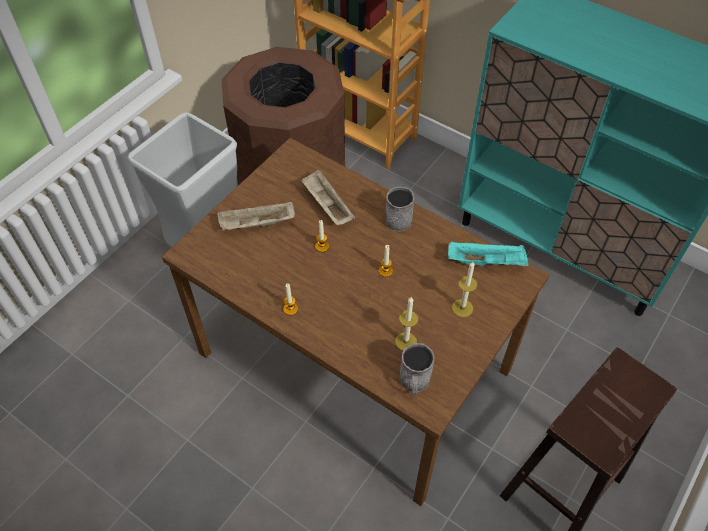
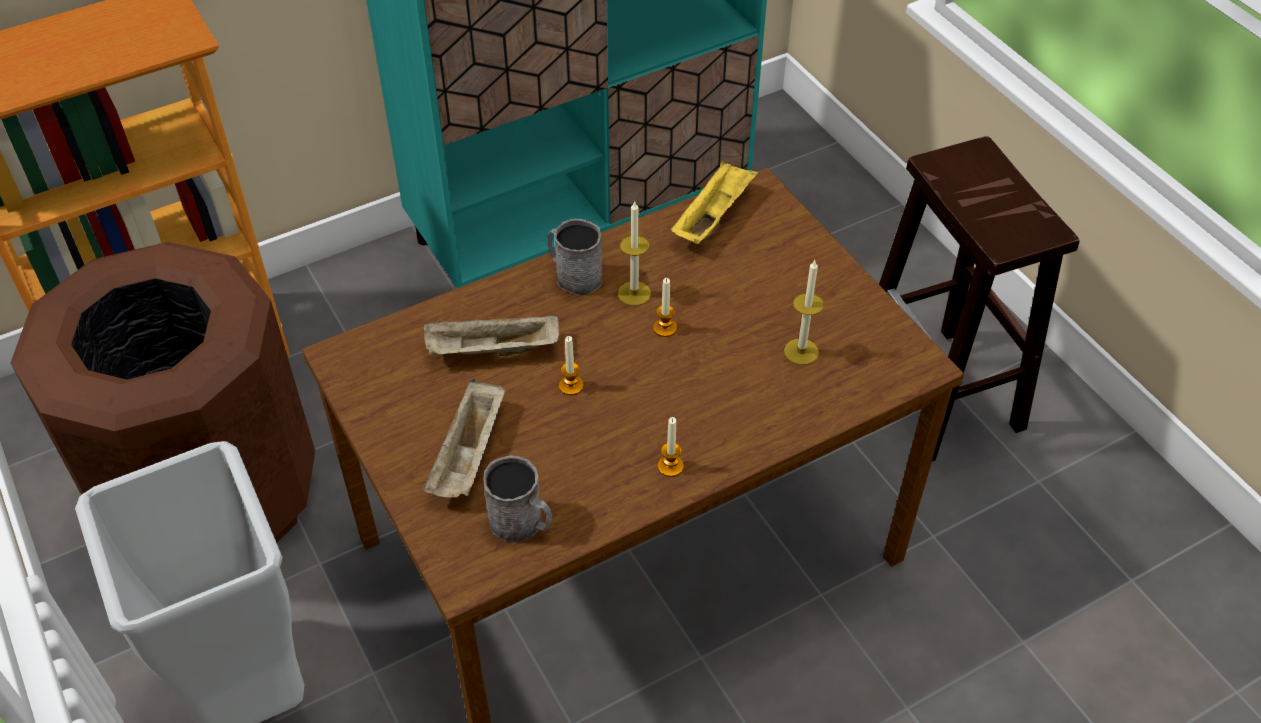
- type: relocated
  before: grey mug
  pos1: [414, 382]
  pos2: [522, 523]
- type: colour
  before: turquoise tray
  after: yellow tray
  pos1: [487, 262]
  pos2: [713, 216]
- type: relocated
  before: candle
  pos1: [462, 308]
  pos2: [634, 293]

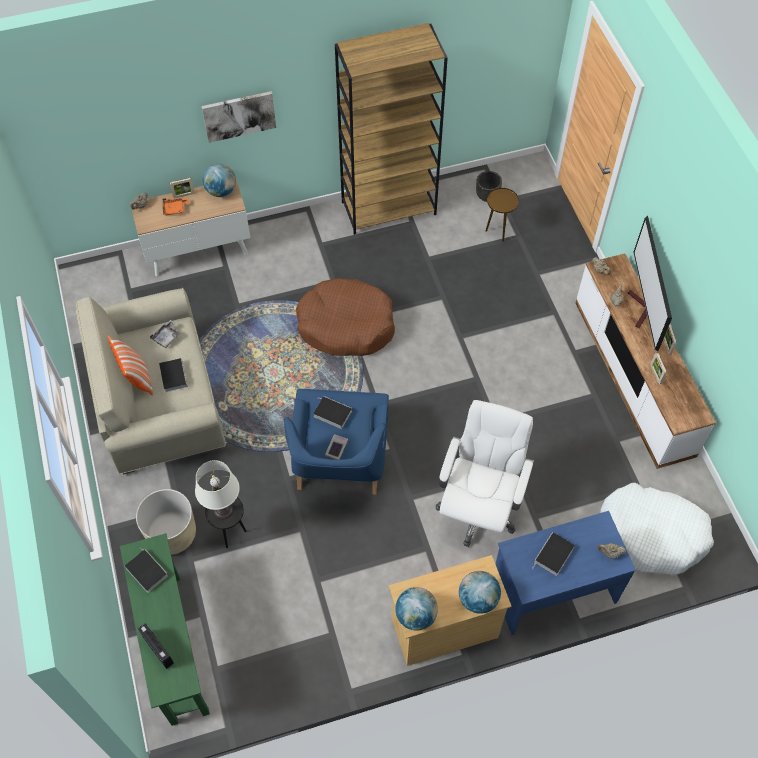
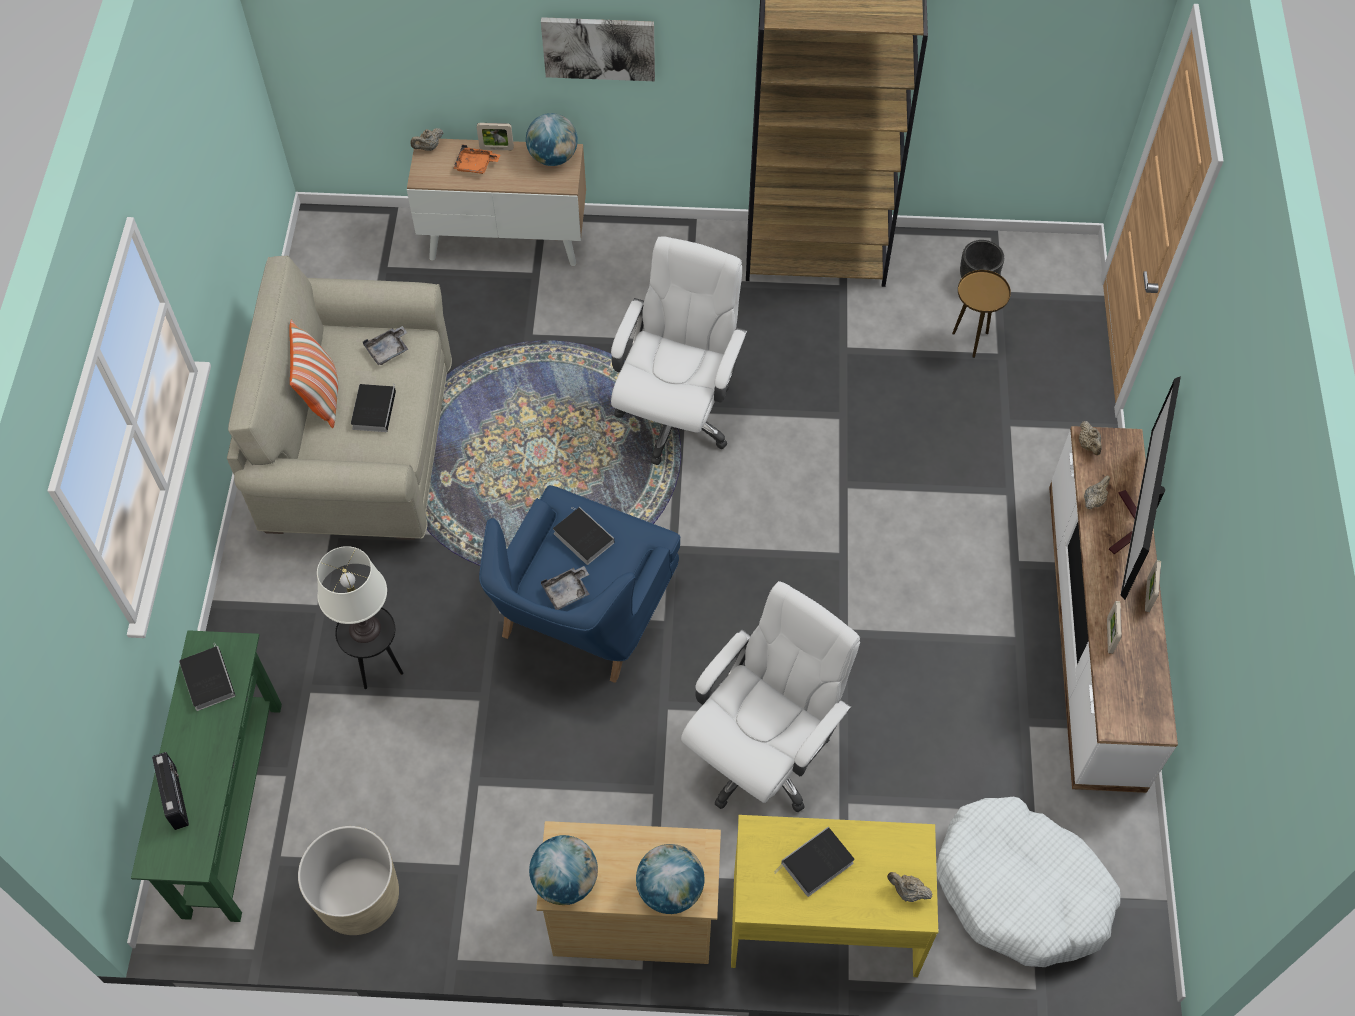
- type: relocated
  before: beige planter
  pos1: [172, 534]
  pos2: [359, 897]
- type: exchanged
  before: brown dog bed
  after: white office chair
  pos1: [346, 325]
  pos2: [676, 414]
- type: exchanged
  before: book
  after: grey tray
  pos1: [336, 448]
  pos2: [567, 592]
- type: colour
  before: blue desk
  after: yellow desk
  pos1: [552, 590]
  pos2: [823, 921]

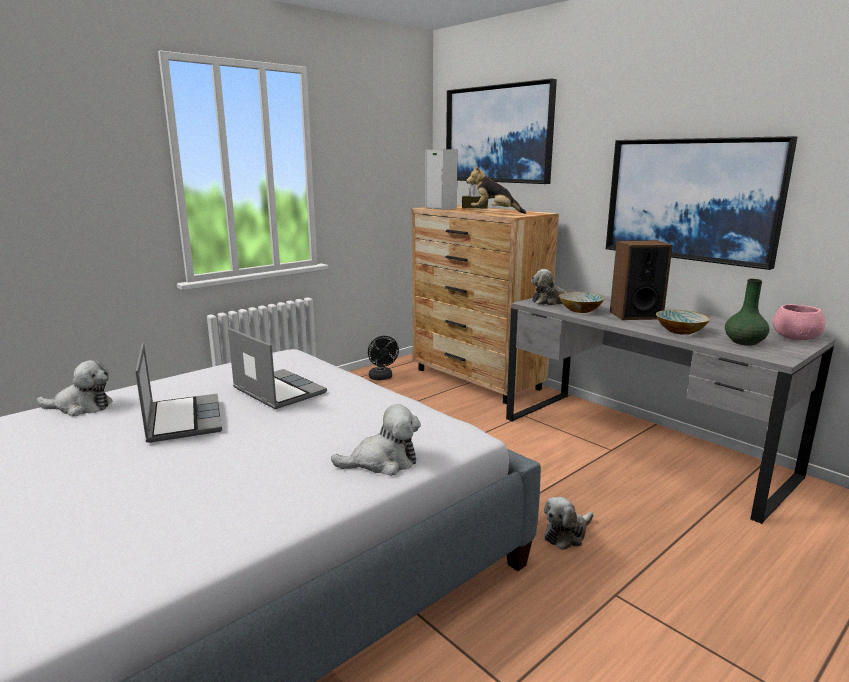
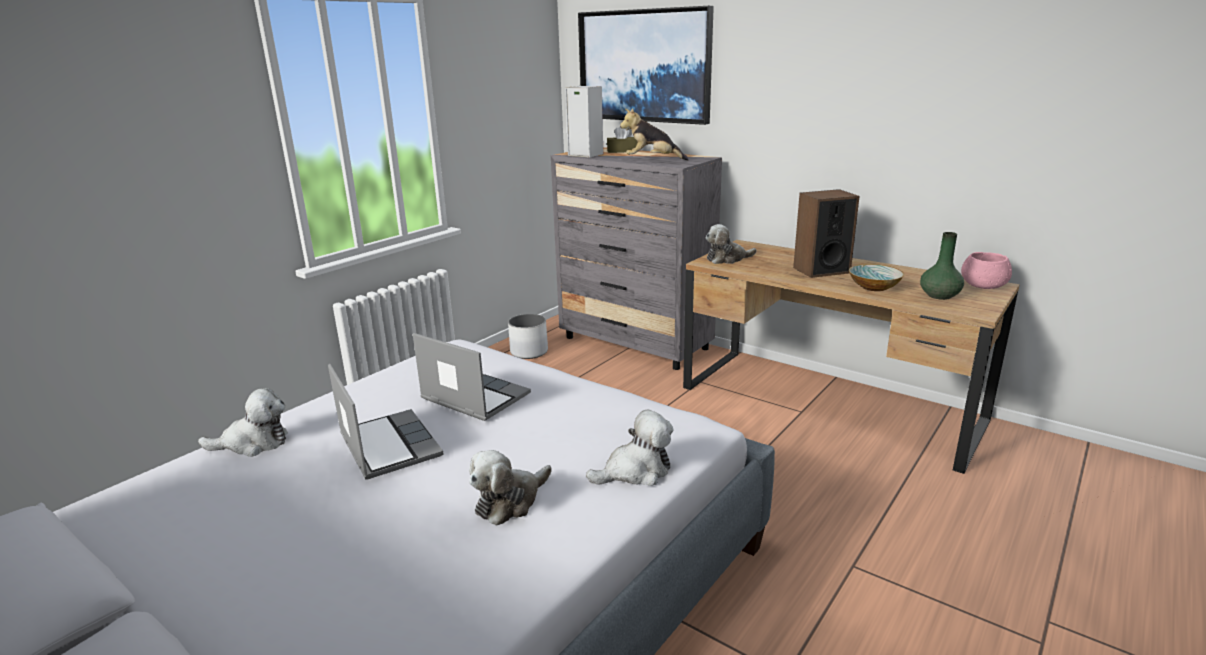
- type: exchanged
  before: black fan
  after: white planter
  pos1: [382, 378]
  pos2: [529, 352]
- type: colour
  before: brown dresser
  after: grey dresser
  pos1: [477, 379]
  pos2: [635, 343]
- type: colour
  before: grey desk
  after: brown desk
  pos1: [640, 445]
  pos2: [828, 403]
- type: relocated
  before: plush toy
  pos1: [567, 534]
  pos2: [510, 501]
- type: missing
  before: bowl
  pos1: [580, 310]
- type: missing
  before: picture
  pos1: [691, 199]

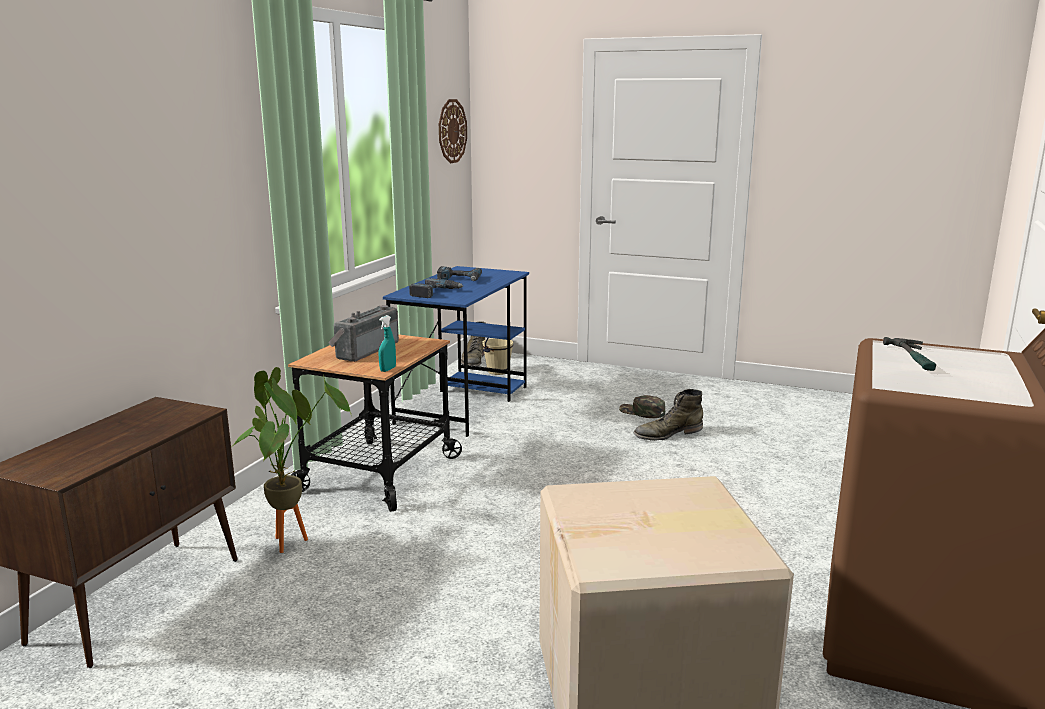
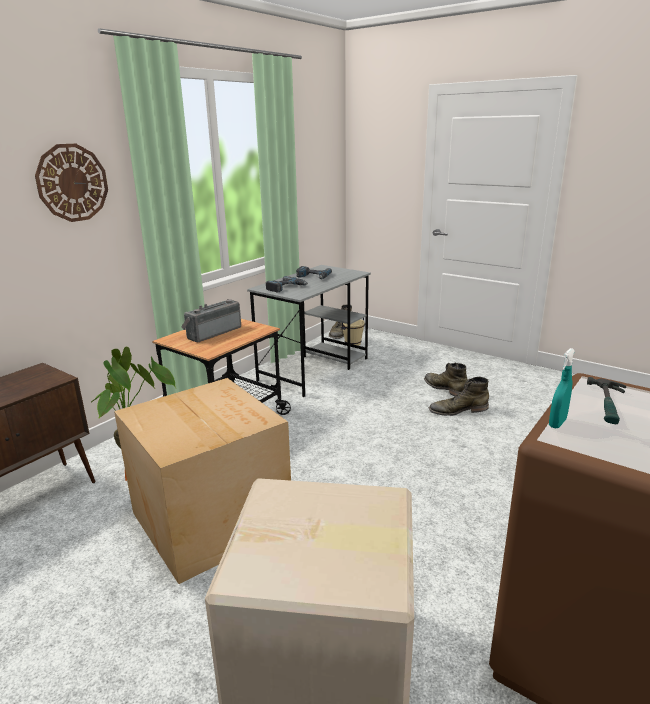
- type: relocated
  before: turquoise spray bottle
  pos1: [388, 369]
  pos2: [557, 423]
- type: colour
  before: blue desk
  after: grey desk
  pos1: [463, 404]
  pos2: [314, 369]
- type: relocated
  before: wall clock
  pos1: [452, 131]
  pos2: [72, 183]
- type: exchanged
  before: green cap
  after: green boot
  pos1: [642, 412]
  pos2: [446, 388]
- type: appeared
  after: cardboard box
  pos2: [212, 518]

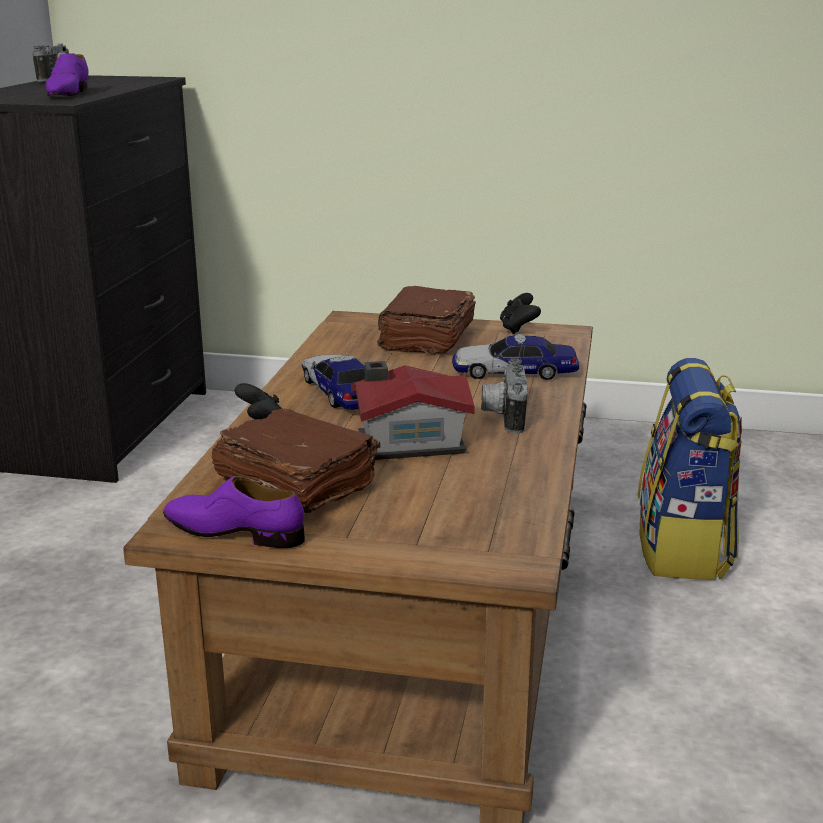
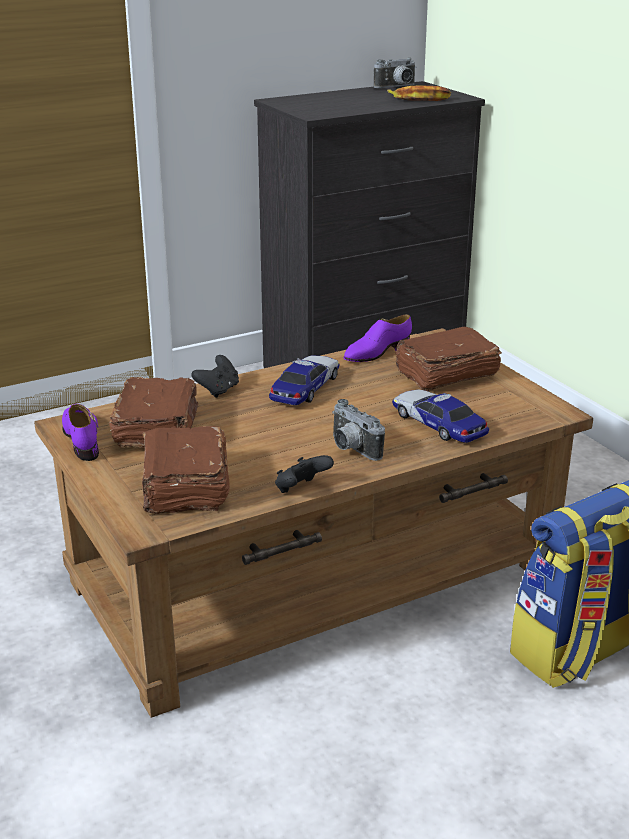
- type: relocated
  before: purple shoe
  pos1: [67, 94]
  pos2: [376, 352]
- type: missing
  before: toy house
  pos1: [407, 442]
- type: spun
  before: photo camera
  pos1: [502, 416]
  pos2: [351, 449]
  turn: -90
- type: relocated
  before: black game controller
  pos1: [518, 329]
  pos2: [301, 490]
- type: appeared
  after: brown book
  pos2: [184, 487]
- type: appeared
  after: banana
  pos2: [419, 99]

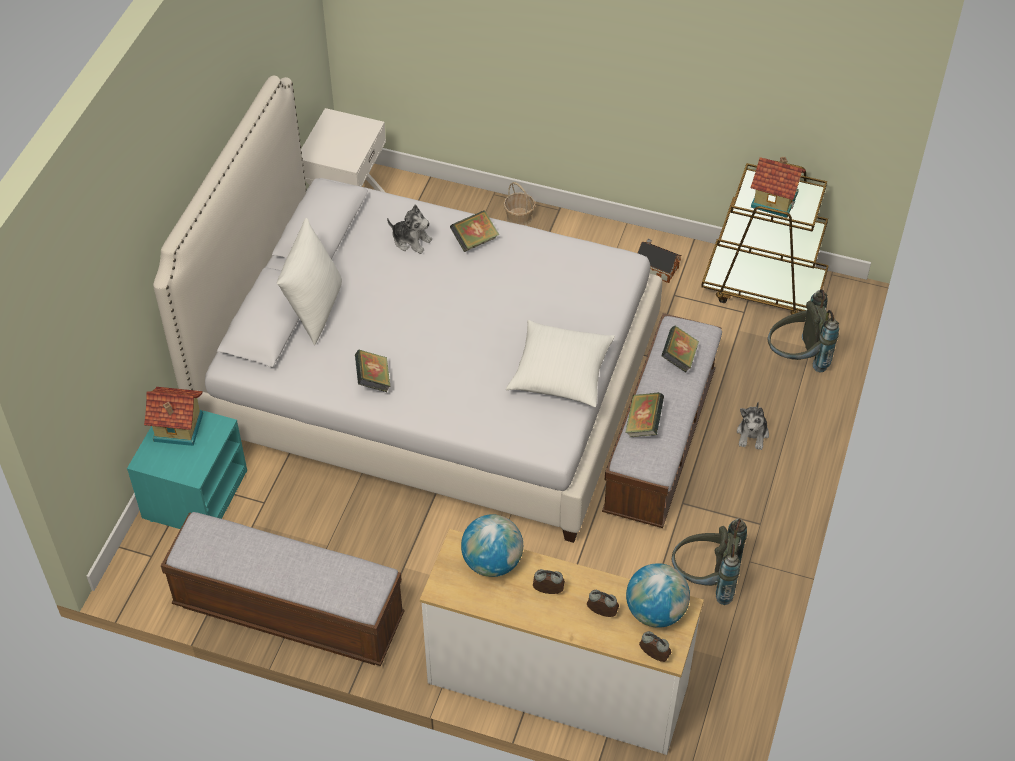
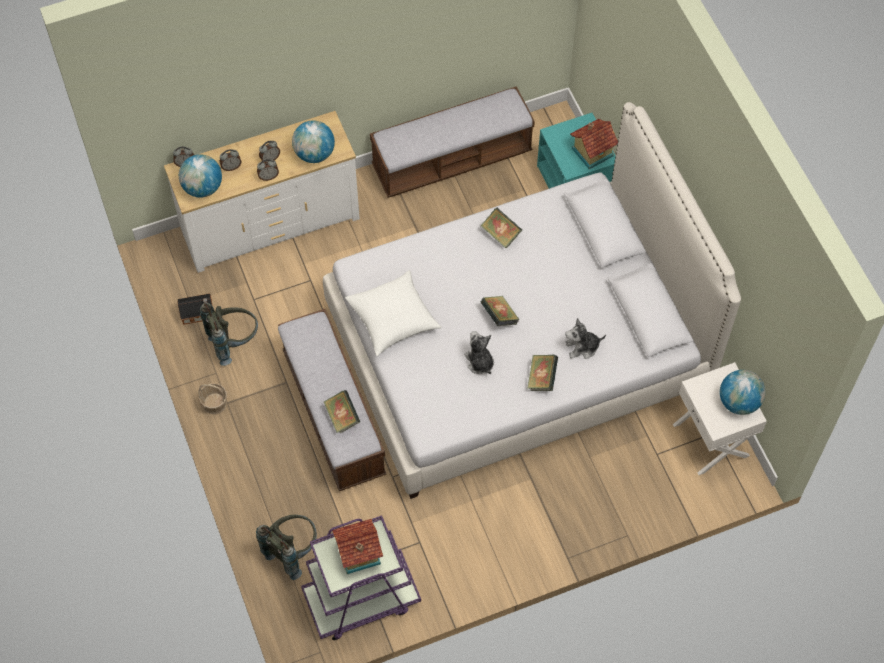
- type: missing
  before: white pillow
  pos1: [314, 309]
- type: relocated
  before: basket
  pos1: [519, 218]
  pos2: [214, 403]
- type: relocated
  before: book
  pos1: [643, 424]
  pos2: [499, 316]
- type: relocated
  before: toy house
  pos1: [656, 268]
  pos2: [198, 313]
- type: colour
  before: brown cart
  after: purple cart
  pos1: [763, 287]
  pos2: [361, 599]
- type: relocated
  before: plush toy
  pos1: [752, 434]
  pos2: [479, 362]
- type: appeared
  after: alarm clock
  pos2: [268, 176]
- type: appeared
  after: globe
  pos2: [739, 402]

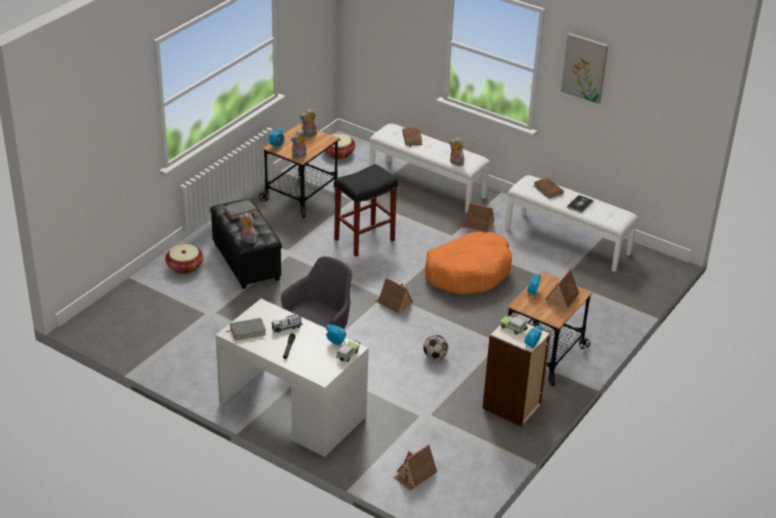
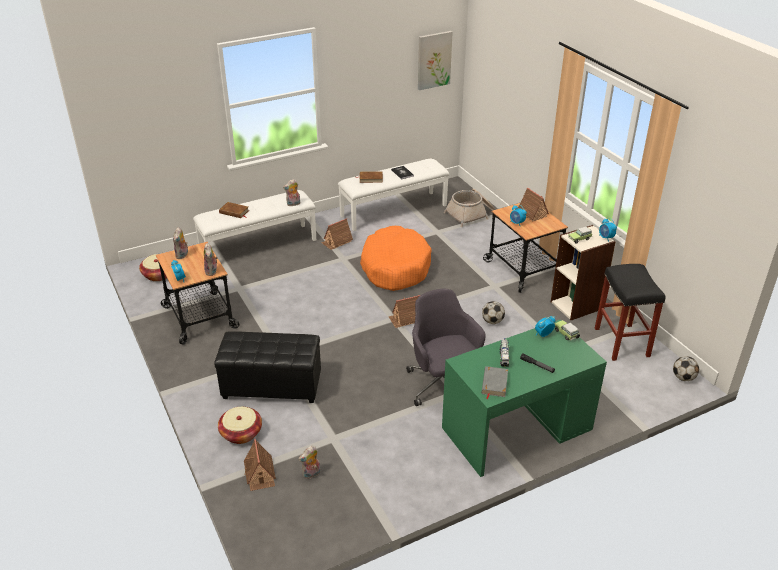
- type: colour
  before: white desk
  after: green desk
  pos1: [292, 410]
  pos2: [517, 428]
- type: missing
  before: grey book
  pos1: [239, 211]
- type: relocated
  before: plush toy
  pos1: [247, 240]
  pos2: [311, 474]
- type: relocated
  before: black stool
  pos1: [364, 240]
  pos2: [622, 342]
- type: relocated
  before: toy house
  pos1: [415, 475]
  pos2: [260, 474]
- type: relocated
  before: picture
  pos1: [585, 67]
  pos2: [434, 60]
- type: appeared
  after: basket
  pos2: [471, 214]
- type: appeared
  after: football
  pos2: [683, 378]

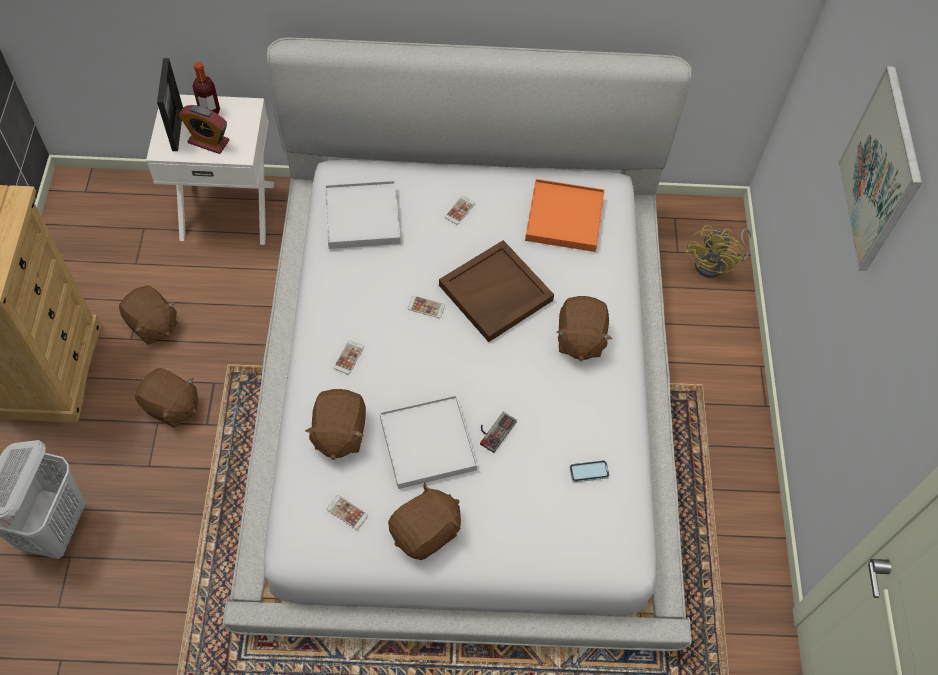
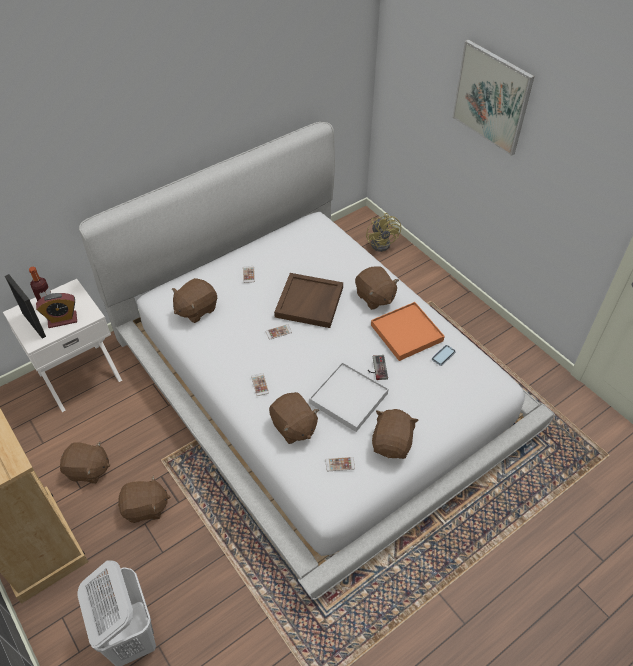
- type: exchanged
  before: white tray
  after: brown plush toy
  pos1: [362, 217]
  pos2: [196, 309]
- type: relocated
  before: orange tray
  pos1: [564, 218]
  pos2: [406, 333]

